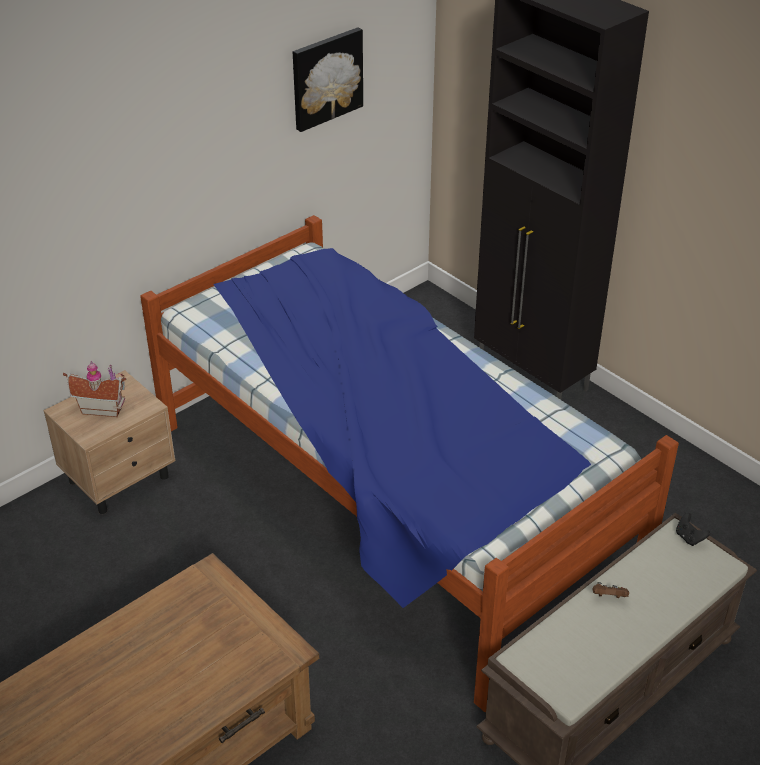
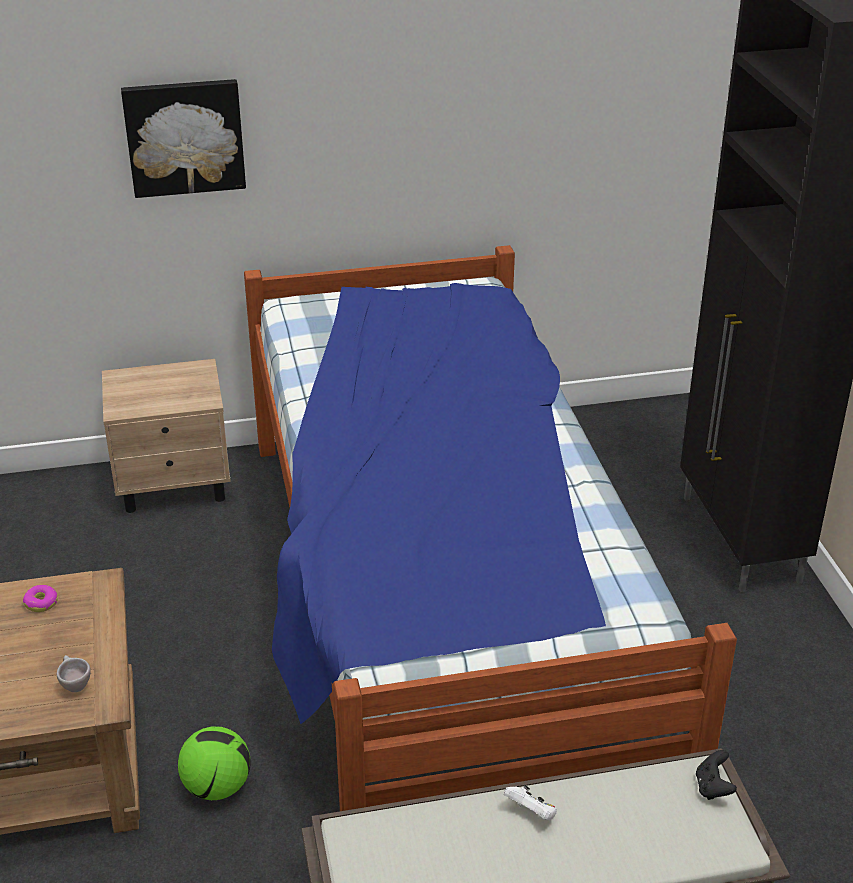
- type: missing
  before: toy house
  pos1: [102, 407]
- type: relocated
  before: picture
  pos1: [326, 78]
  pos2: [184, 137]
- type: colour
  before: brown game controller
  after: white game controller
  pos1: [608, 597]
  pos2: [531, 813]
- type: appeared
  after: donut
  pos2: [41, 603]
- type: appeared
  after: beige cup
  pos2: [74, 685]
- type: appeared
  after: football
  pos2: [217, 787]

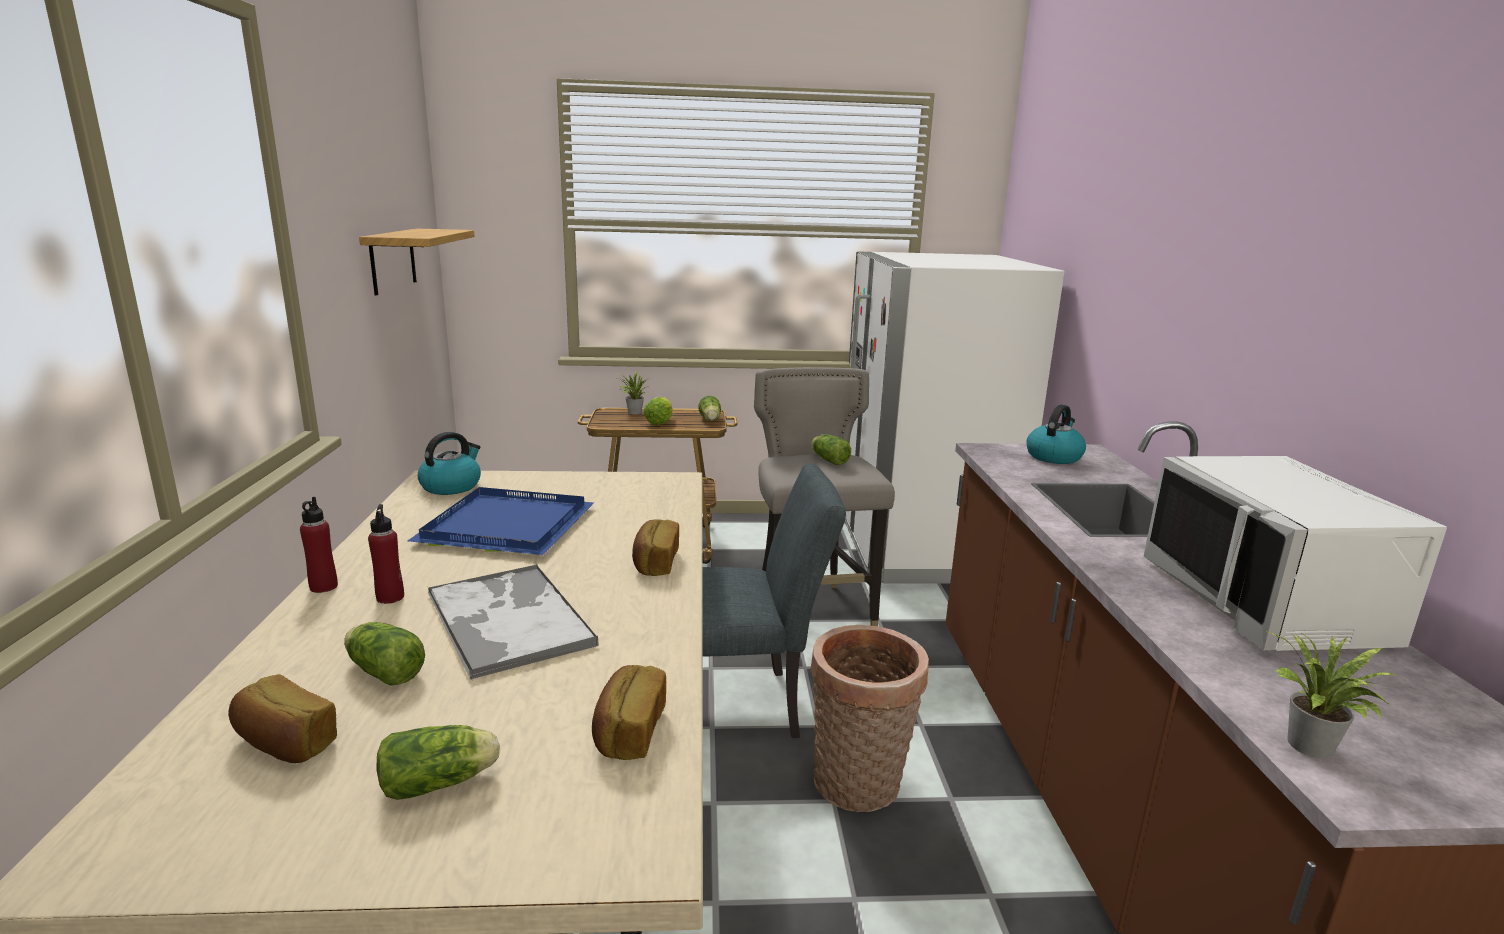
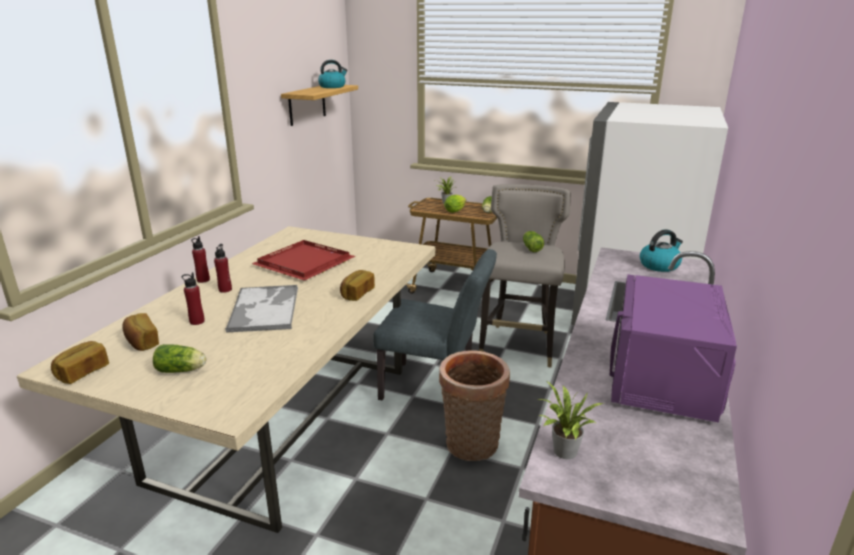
- type: exchanged
  before: lettuce
  after: red bottle
  pos1: [383, 671]
  pos2: [197, 321]
- type: colour
  before: blue tray
  after: red tray
  pos1: [510, 526]
  pos2: [306, 263]
- type: relocated
  before: kettle
  pos1: [451, 486]
  pos2: [332, 87]
- type: relocated
  before: bread
  pos1: [628, 732]
  pos2: [82, 372]
- type: colour
  before: white microwave
  after: purple microwave
  pos1: [1265, 603]
  pos2: [665, 379]

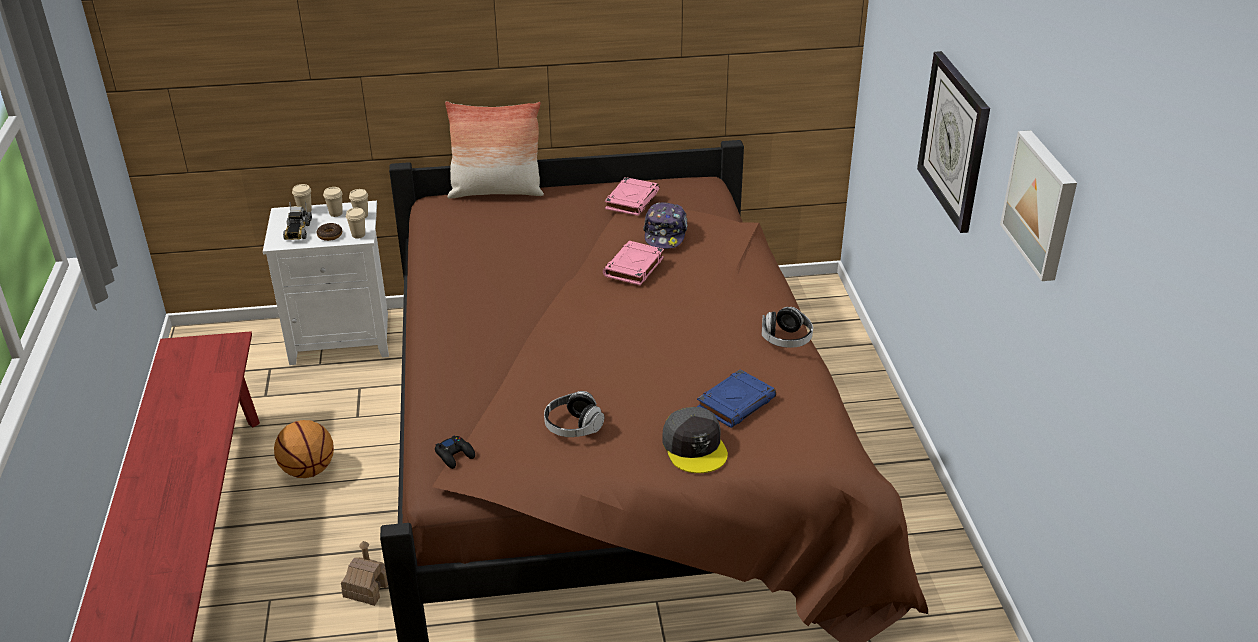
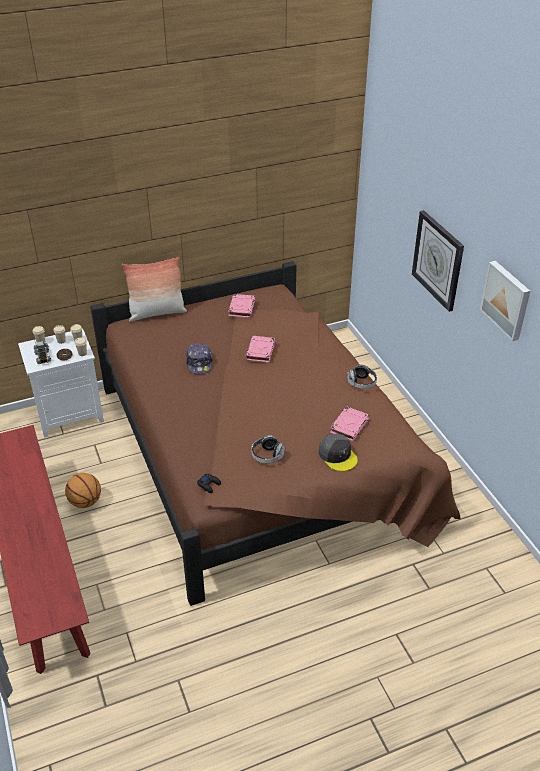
- type: missing
  before: toy house
  pos1: [367, 588]
- type: relocated
  before: cap
  pos1: [665, 234]
  pos2: [199, 363]
- type: colour
  before: blue book
  after: pink book
  pos1: [736, 402]
  pos2: [349, 425]

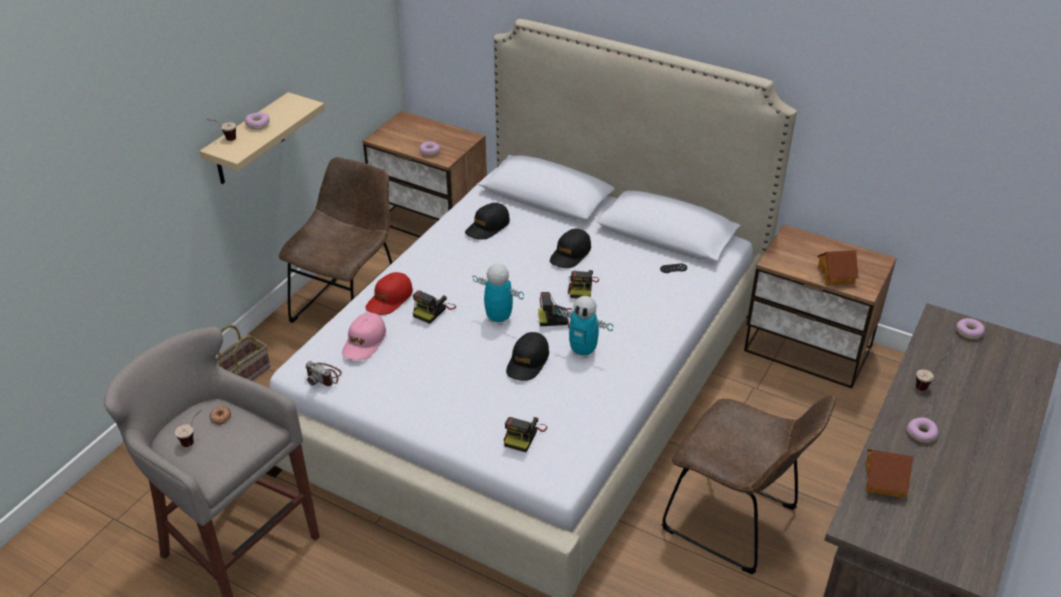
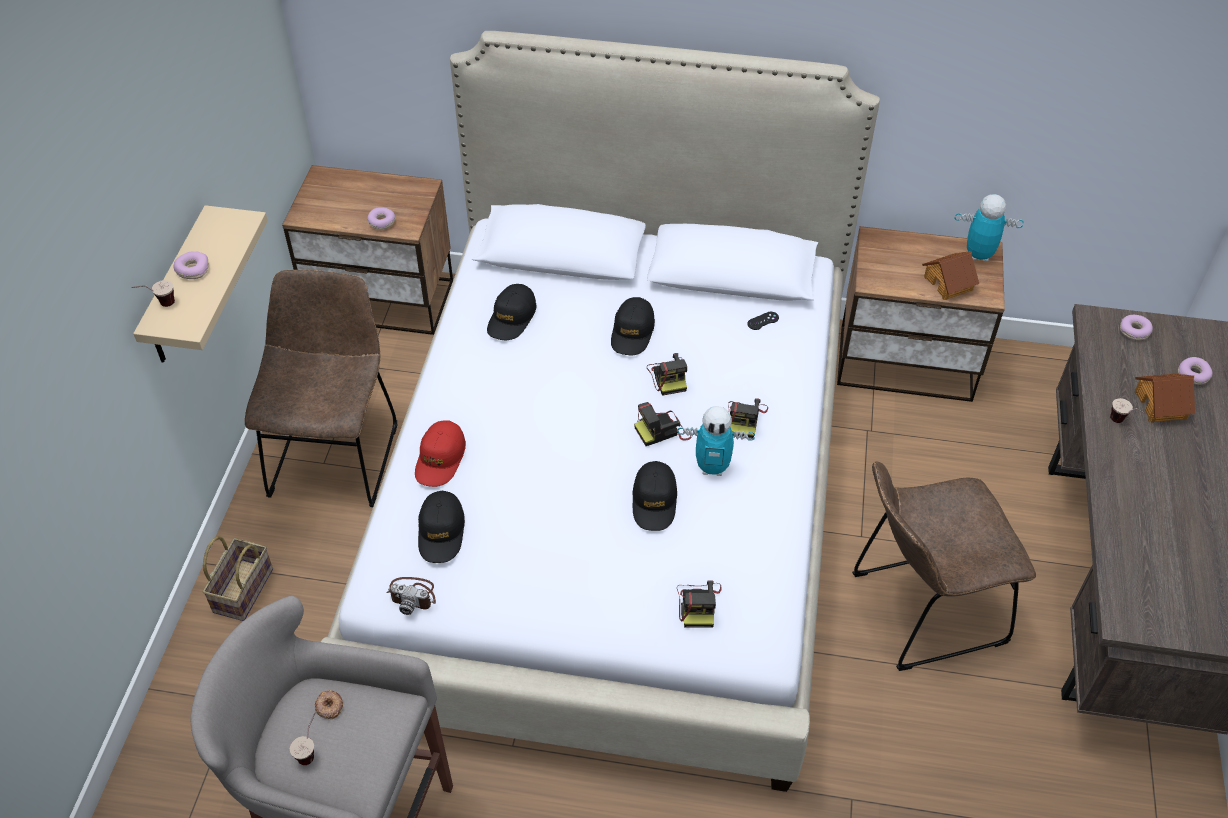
- type: colour
  before: pink cap
  after: black cap
  pos1: [364, 342]
  pos2: [441, 532]
- type: relocated
  before: photo camera
  pos1: [433, 310]
  pos2: [744, 419]
- type: relocated
  before: toy robot
  pos1: [498, 319]
  pos2: [978, 255]
- type: spun
  before: brown chair
  pos1: [736, 522]
  pos2: [920, 610]
  turn: 150
- type: relocated
  before: toy house
  pos1: [885, 480]
  pos2: [1161, 405]
- type: relocated
  before: donut
  pos1: [921, 434]
  pos2: [1193, 375]

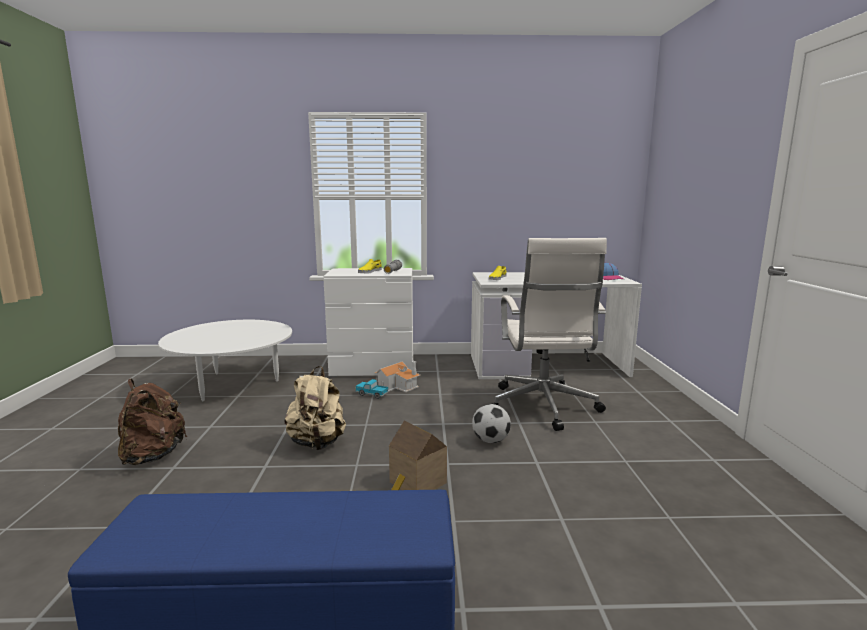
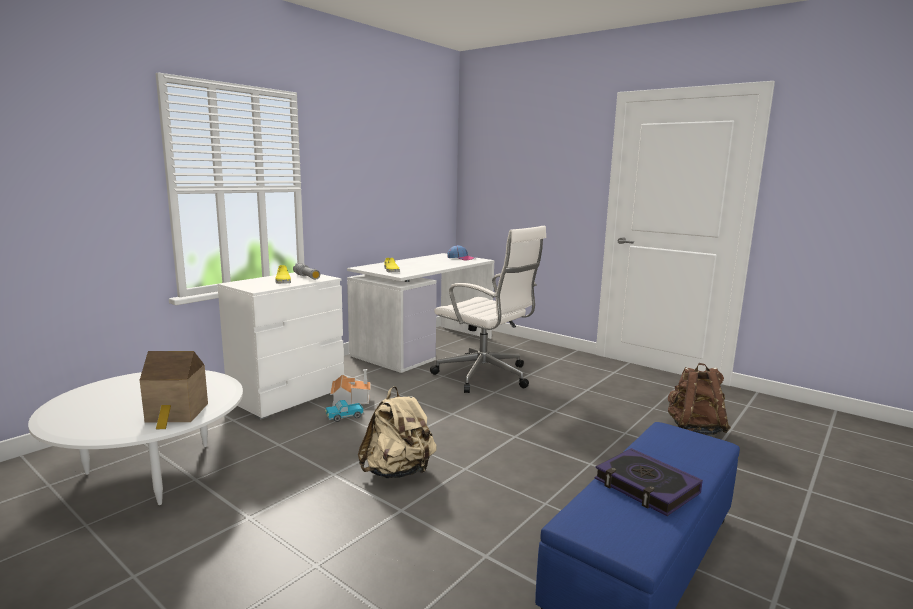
- type: relocated
  before: brown backpack
  pos1: [153, 456]
  pos2: [694, 429]
- type: relocated
  before: toy house
  pos1: [416, 484]
  pos2: [176, 414]
- type: missing
  before: football
  pos1: [490, 441]
- type: appeared
  after: book
  pos2: [646, 487]

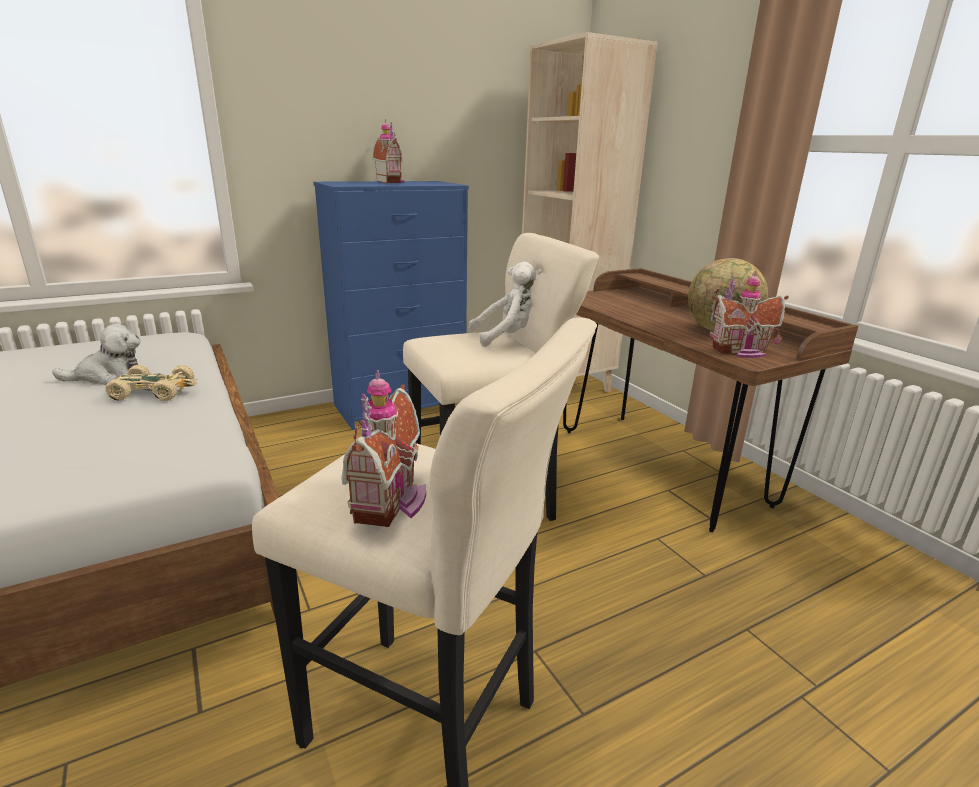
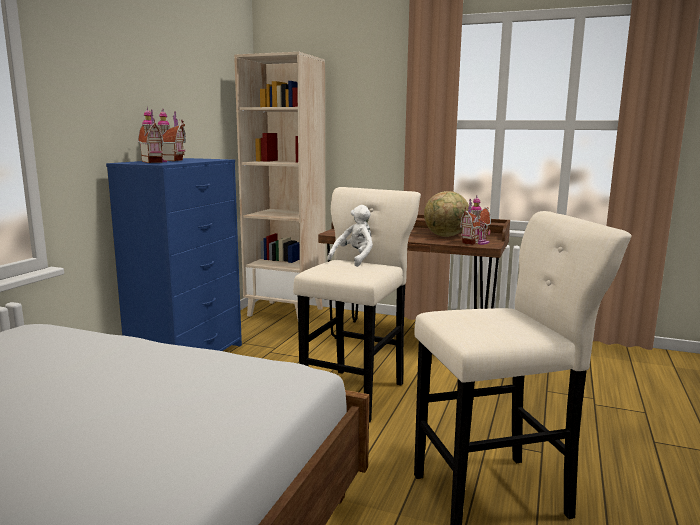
- type: missing
  before: plush toy
  pos1: [108, 376]
- type: missing
  before: beige toy car
  pos1: [155, 391]
- type: relocated
  before: toy house
  pos1: [394, 501]
  pos2: [155, 162]

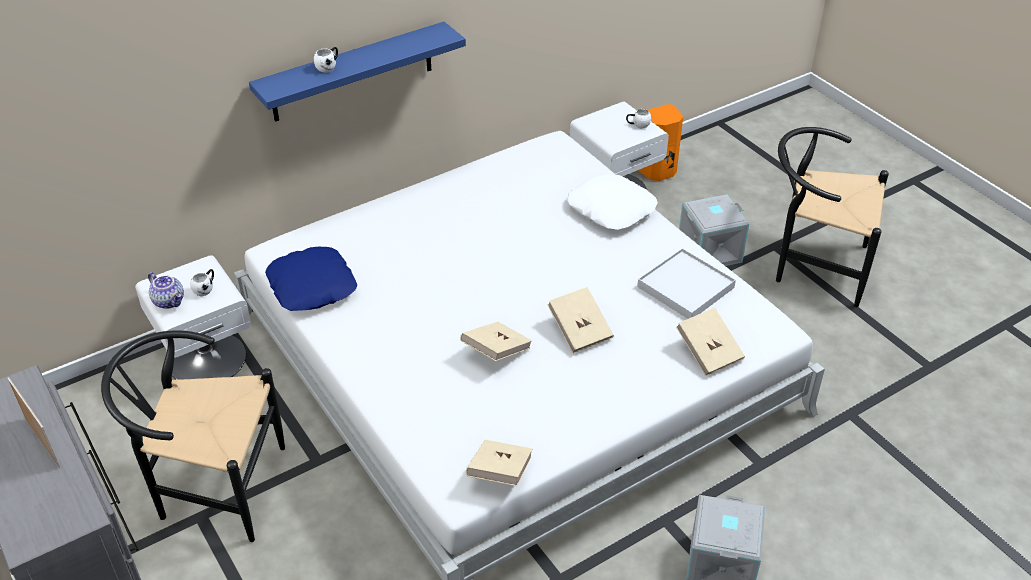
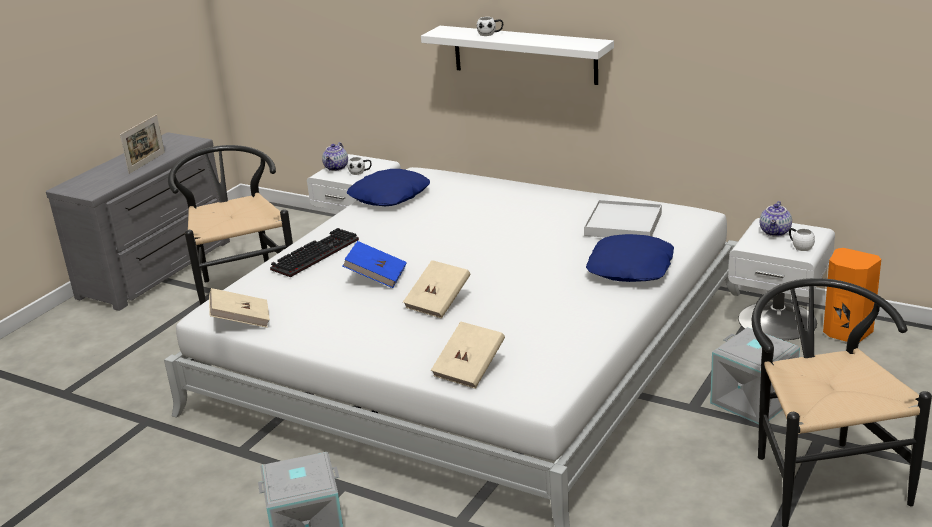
- type: colour
  before: blue shelf
  after: white shelf
  pos1: [352, 72]
  pos2: [524, 54]
- type: colour
  before: beige book
  after: blue book
  pos1: [496, 352]
  pos2: [376, 277]
- type: colour
  before: white pillow
  after: blue pillow
  pos1: [611, 209]
  pos2: [631, 268]
- type: relocated
  before: white tray
  pos1: [685, 287]
  pos2: [623, 224]
- type: appeared
  after: keyboard
  pos2: [315, 254]
- type: appeared
  after: teapot
  pos2: [775, 232]

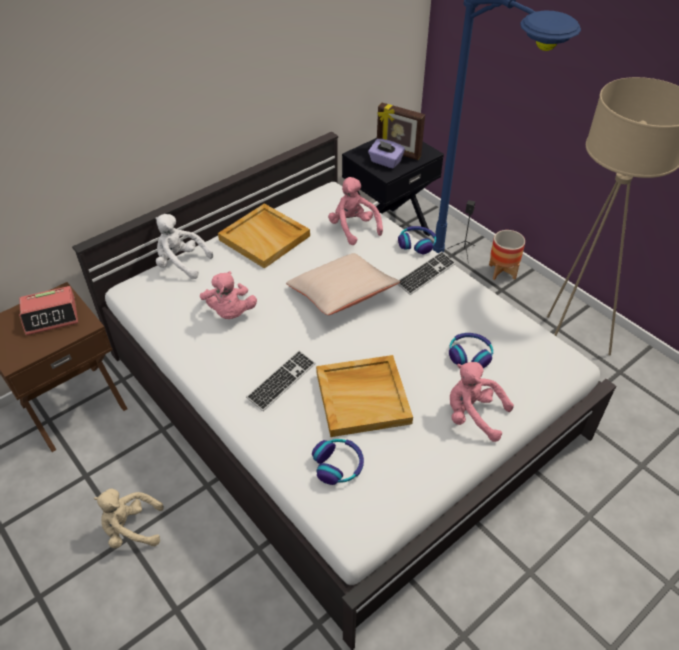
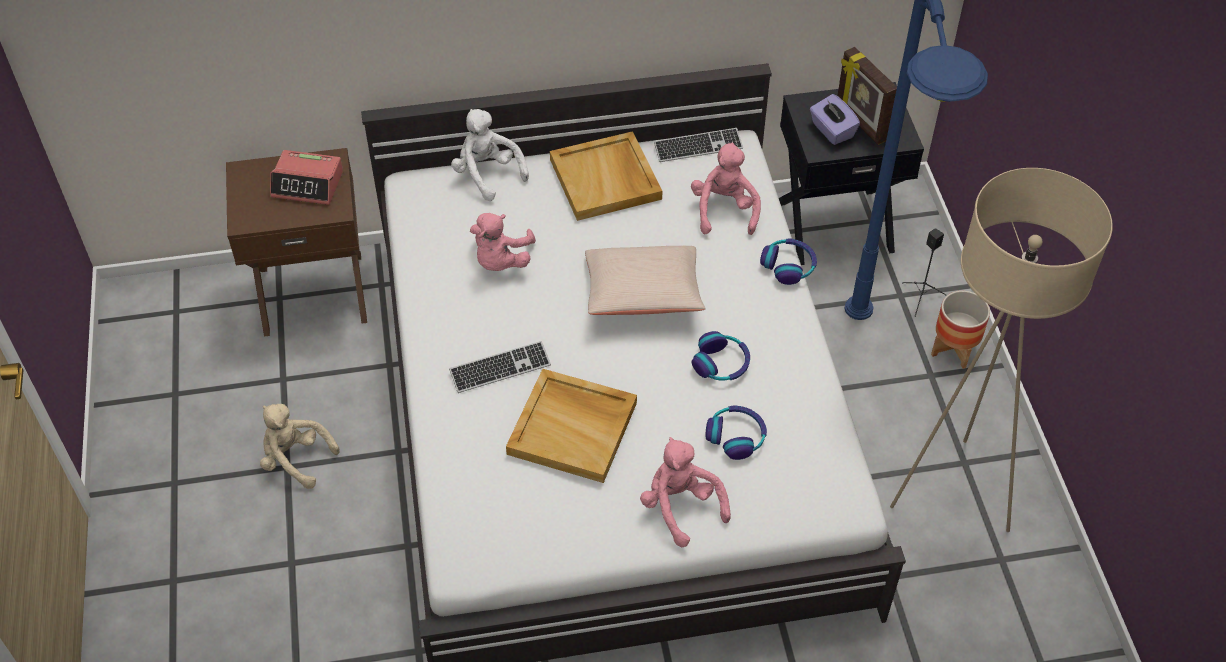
- type: relocated
  before: headphones
  pos1: [338, 465]
  pos2: [721, 363]
- type: relocated
  before: keyboard
  pos1: [426, 274]
  pos2: [698, 147]

